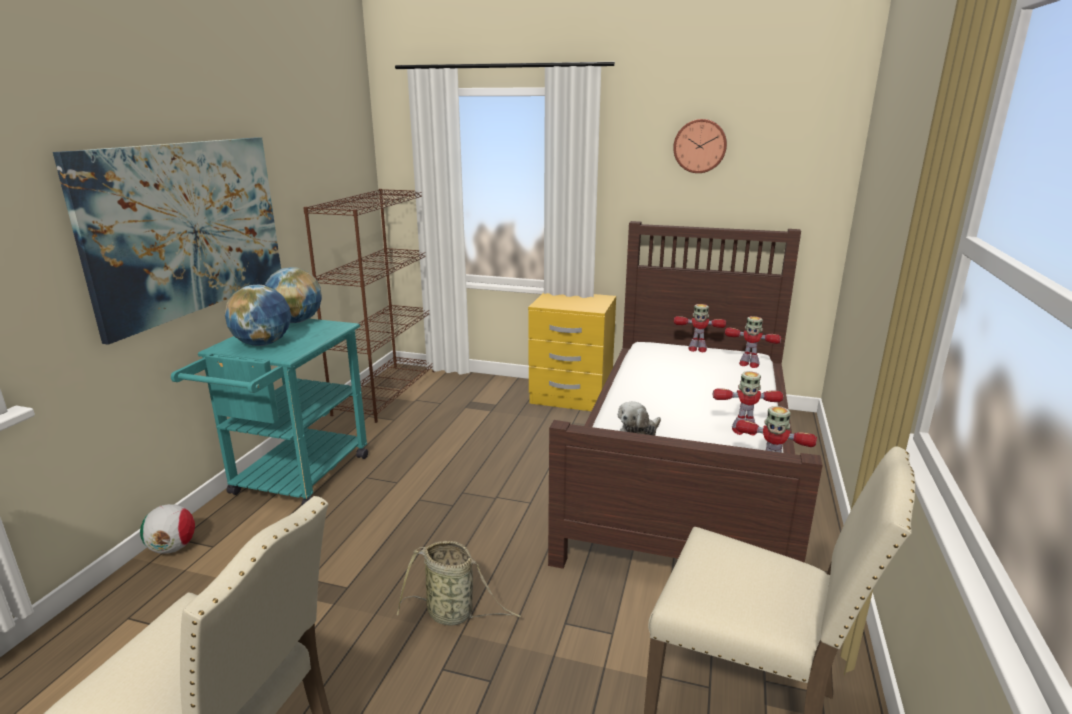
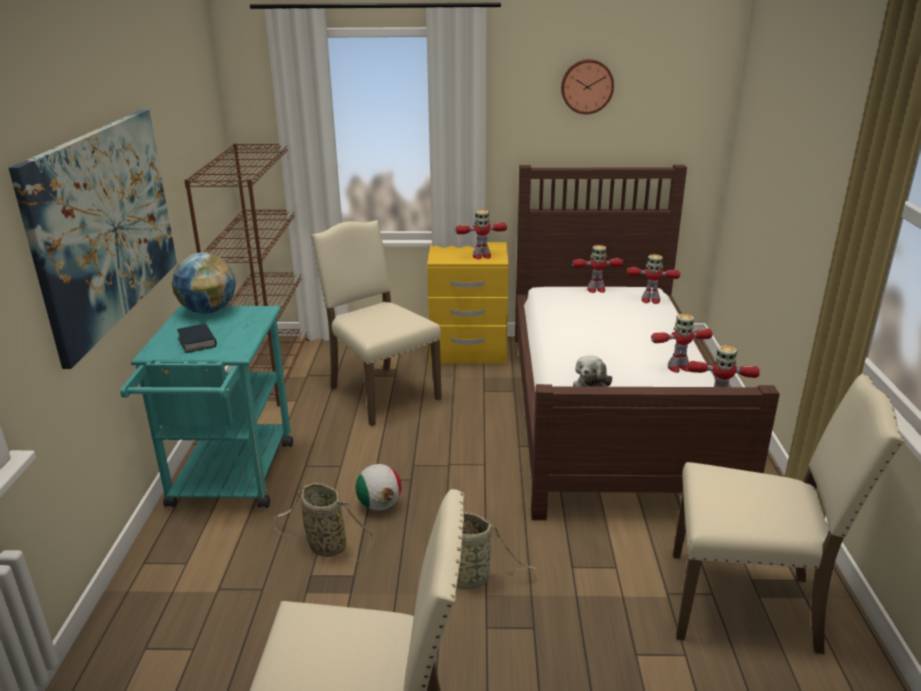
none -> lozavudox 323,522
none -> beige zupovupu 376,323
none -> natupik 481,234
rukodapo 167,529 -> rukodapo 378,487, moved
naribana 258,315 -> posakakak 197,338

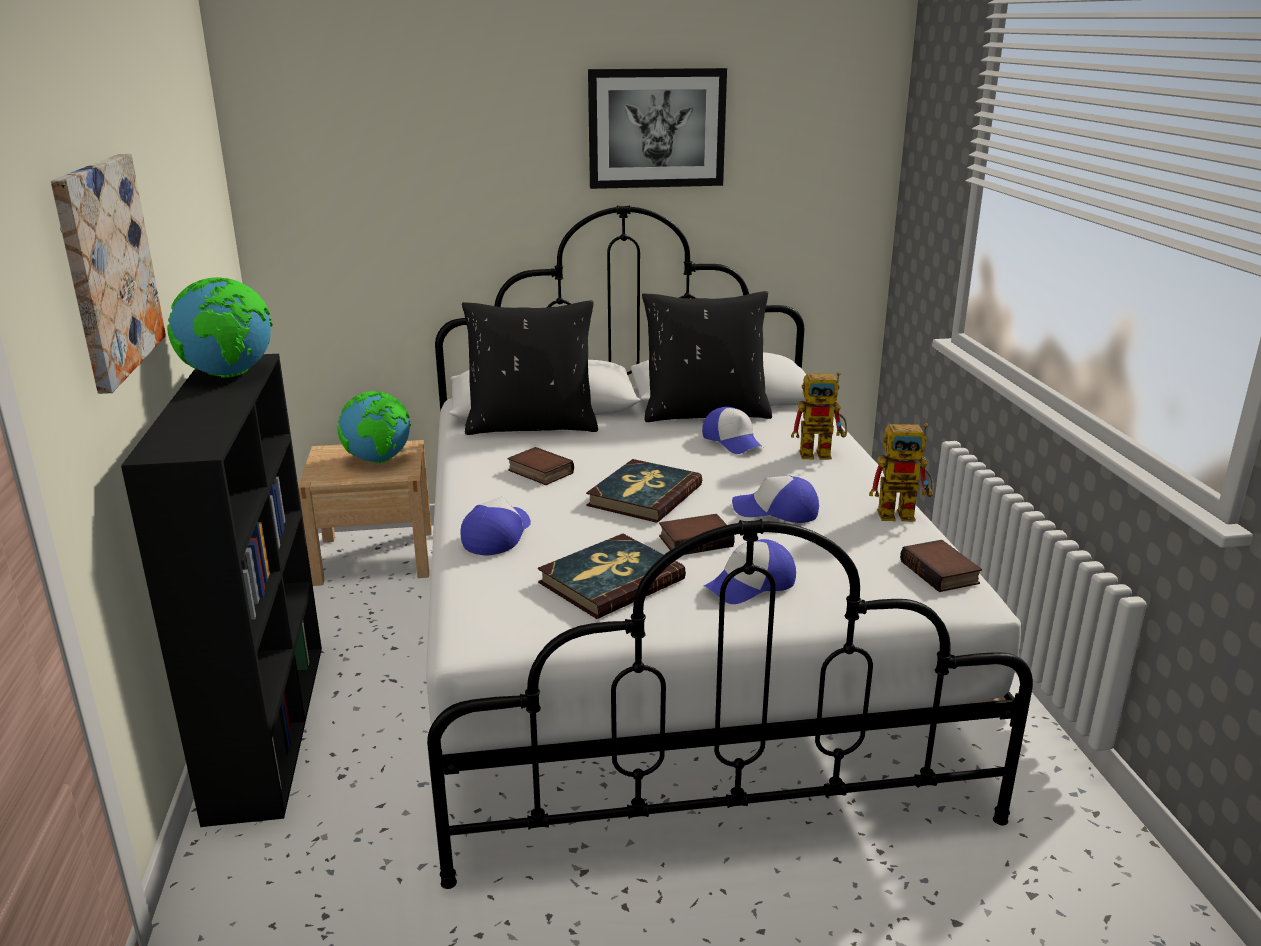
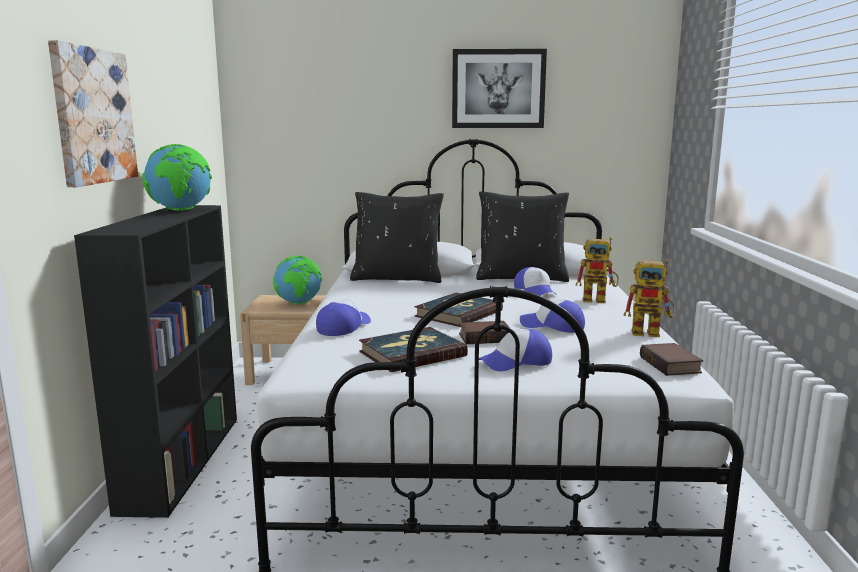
posakakak 541,466 -> none

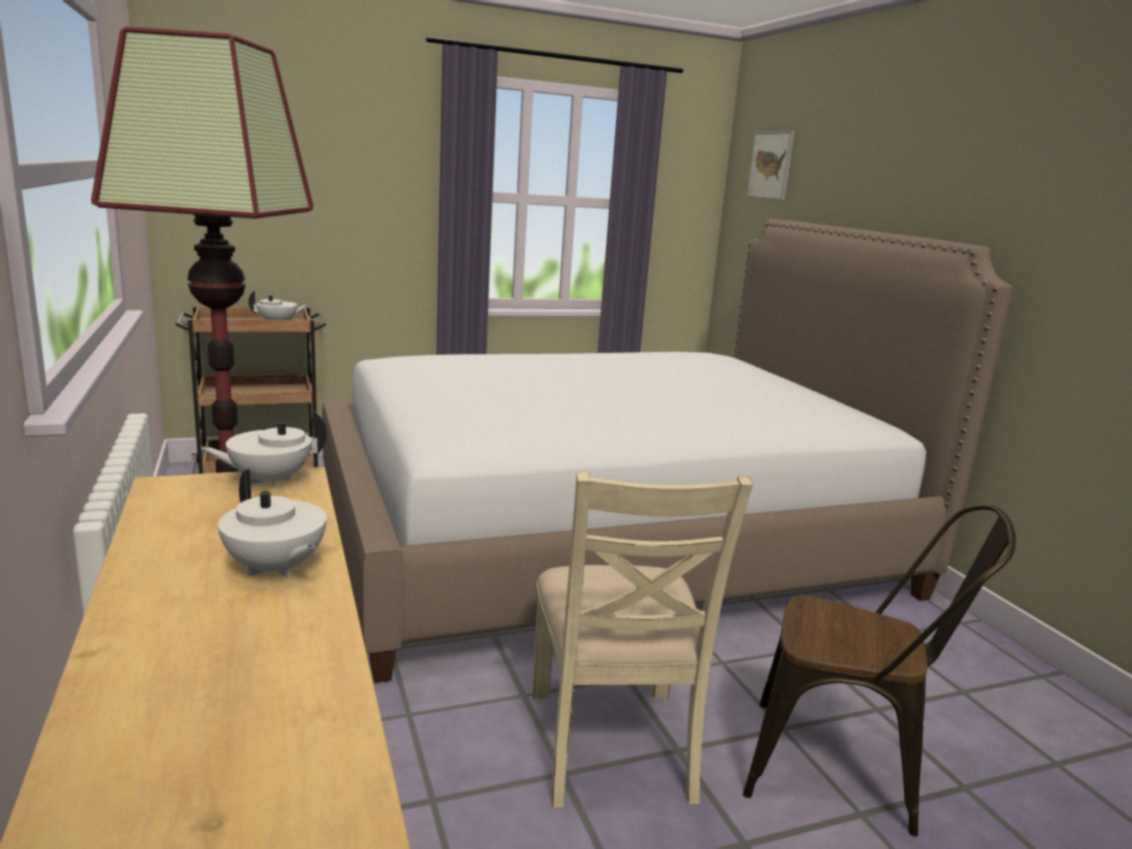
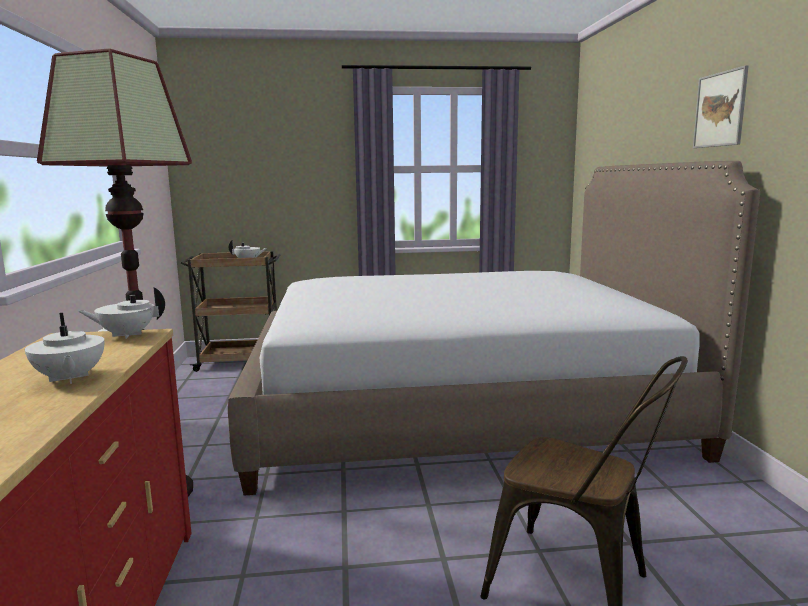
beige zupovupu 642,640 -> none
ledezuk 770,165 -> ledezuk 721,106, moved

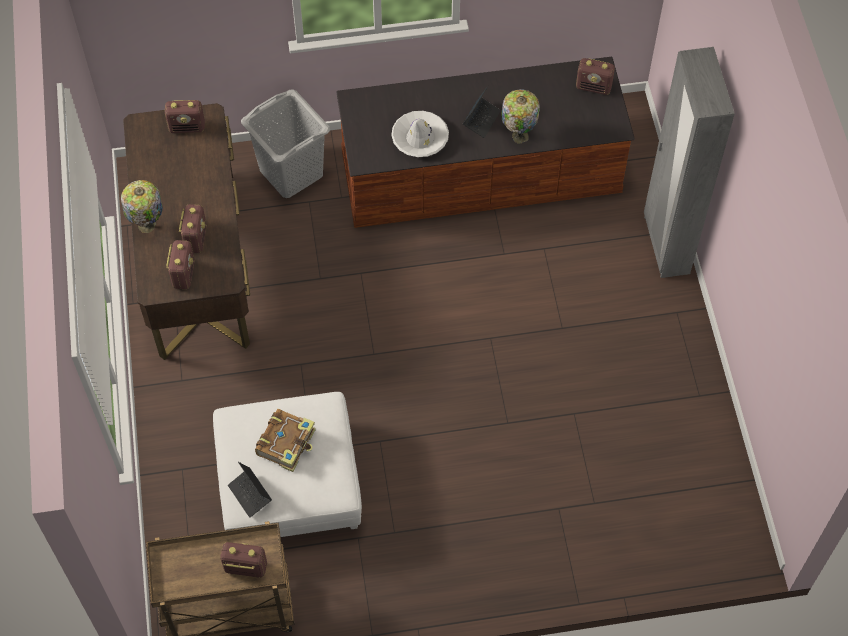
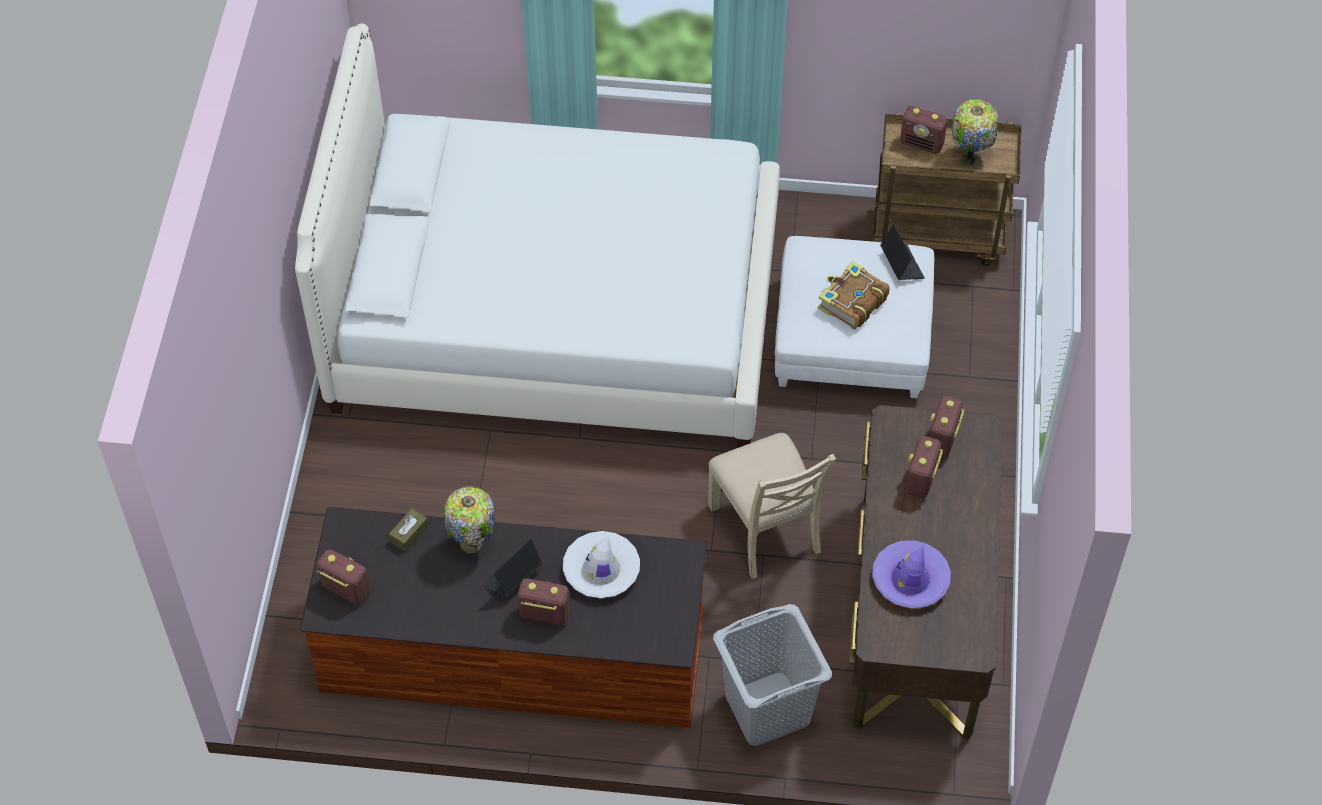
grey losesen 689,162 -> none
none -> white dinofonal 537,235
none -> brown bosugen 408,530
none -> beige zupovupu 772,506
none -> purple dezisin 911,574
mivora 142,206 -> mivora 975,133, moved
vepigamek 185,116 -> vepigamek 544,601, moved

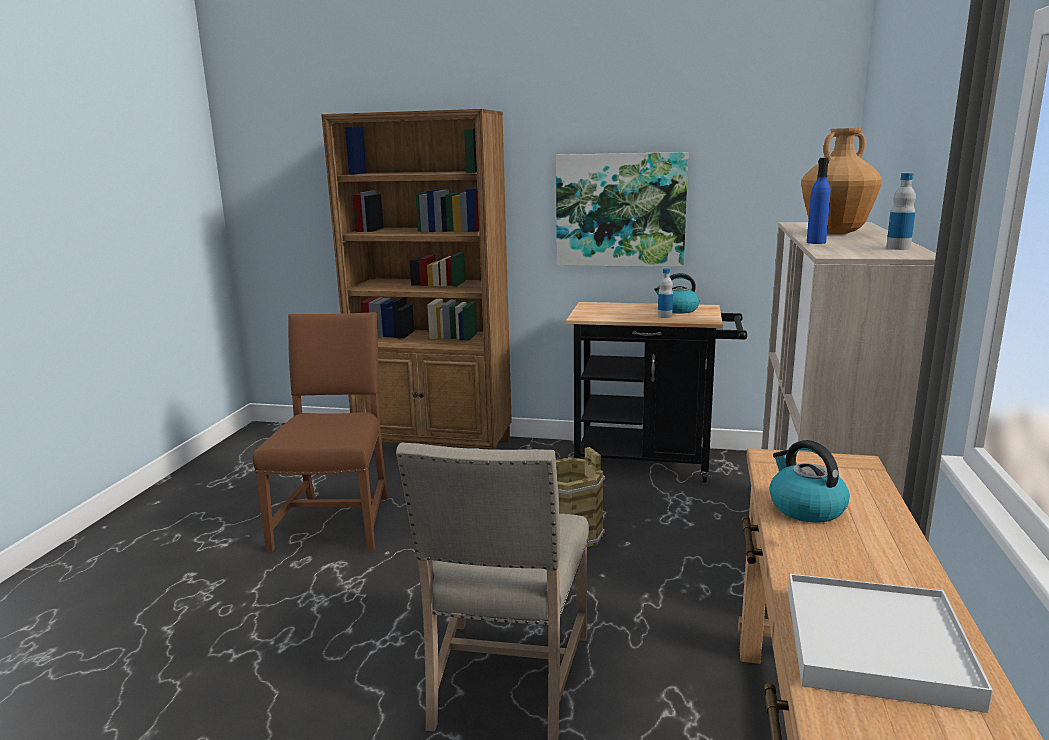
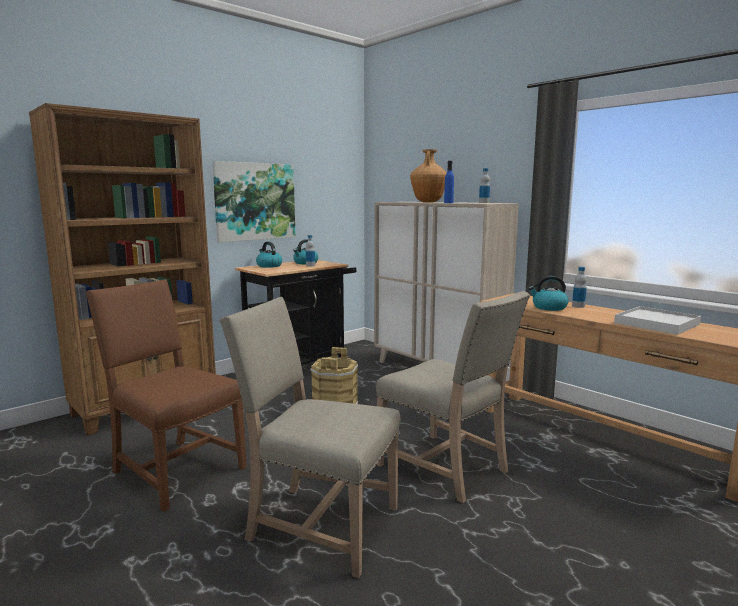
none -> beige zupovupu 310,437
none -> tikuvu 269,255
none -> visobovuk 579,287

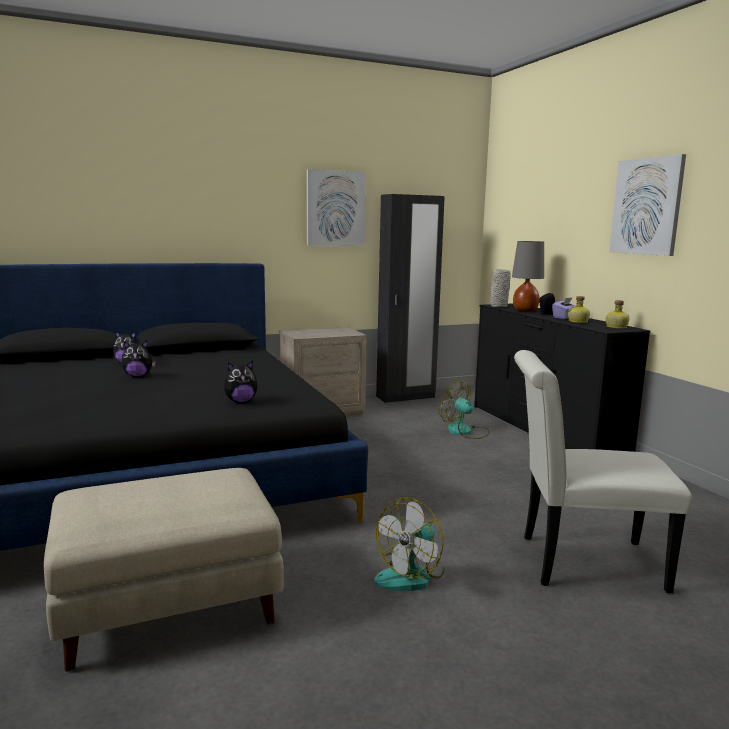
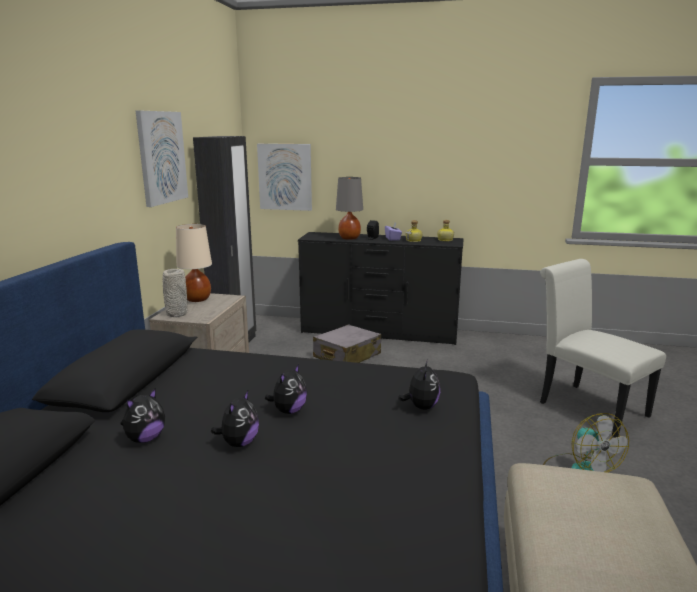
none -> beige mivora 194,263
none -> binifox 286,389
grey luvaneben 501,288 -> grey luvaneben 175,293, moved
ledezuk 647,205 -> ledezuk 284,177, moved
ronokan 464,410 -> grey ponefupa 347,343
white zupovupu 603,471 -> white zupovupu 603,348, 105 degrees clockwise

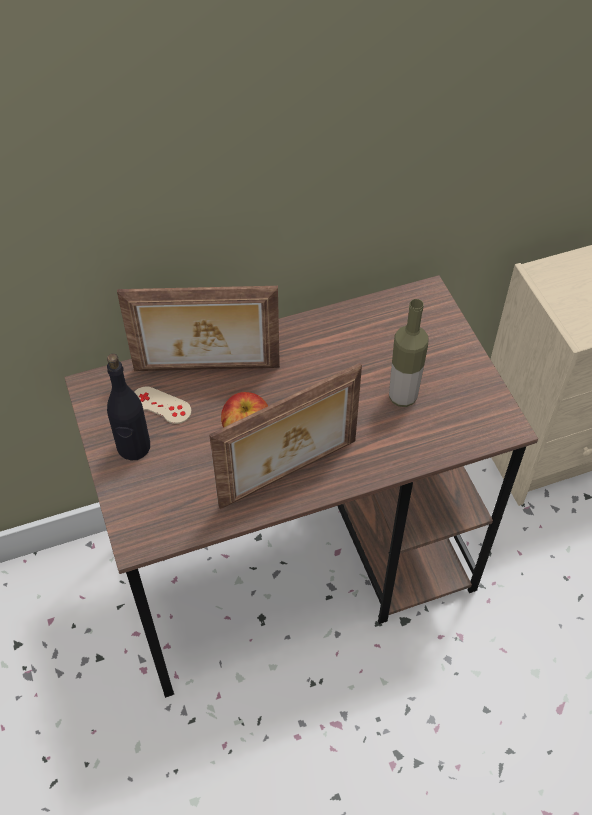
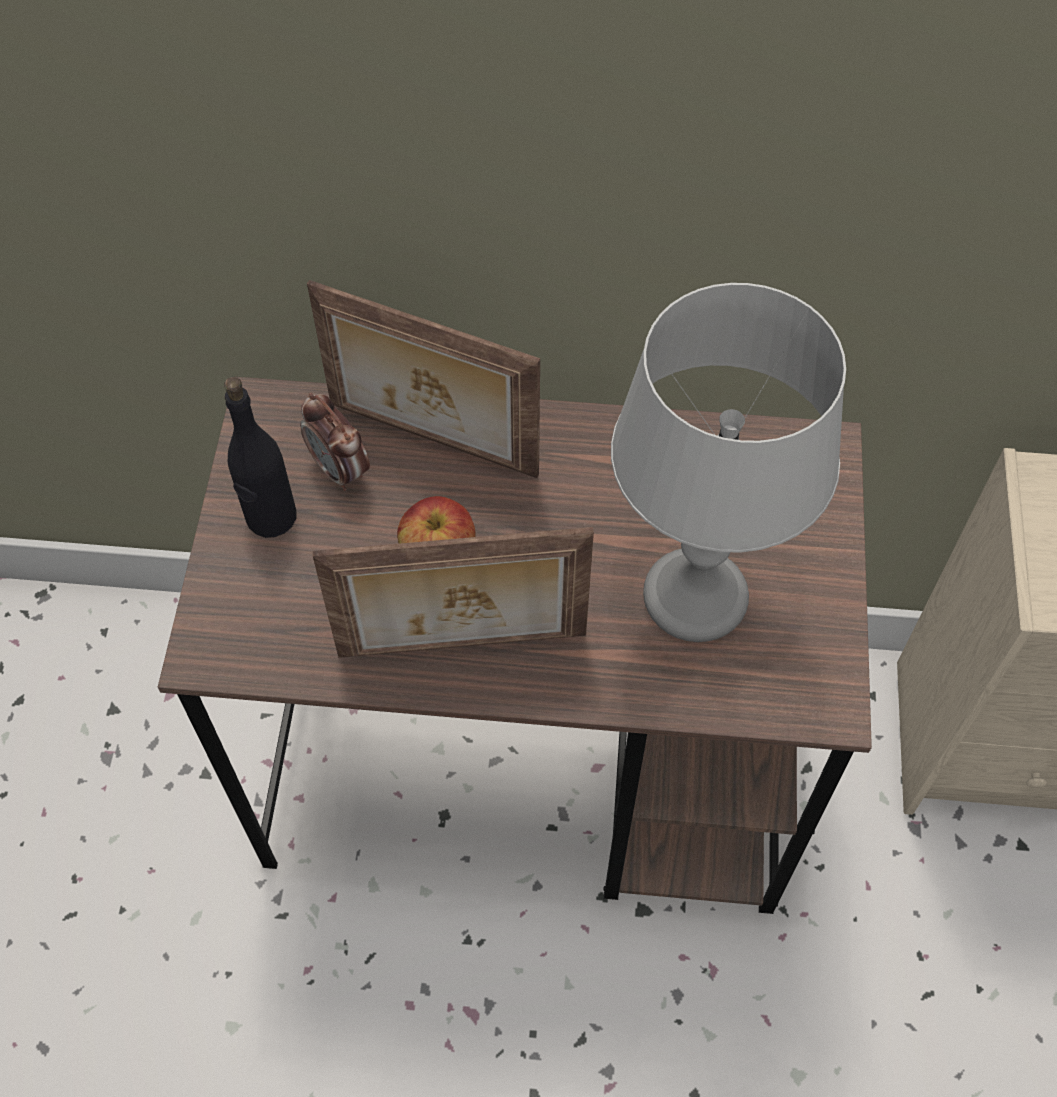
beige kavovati 163,405 -> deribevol 335,442
visobovuk 408,353 -> grey mivora 728,462

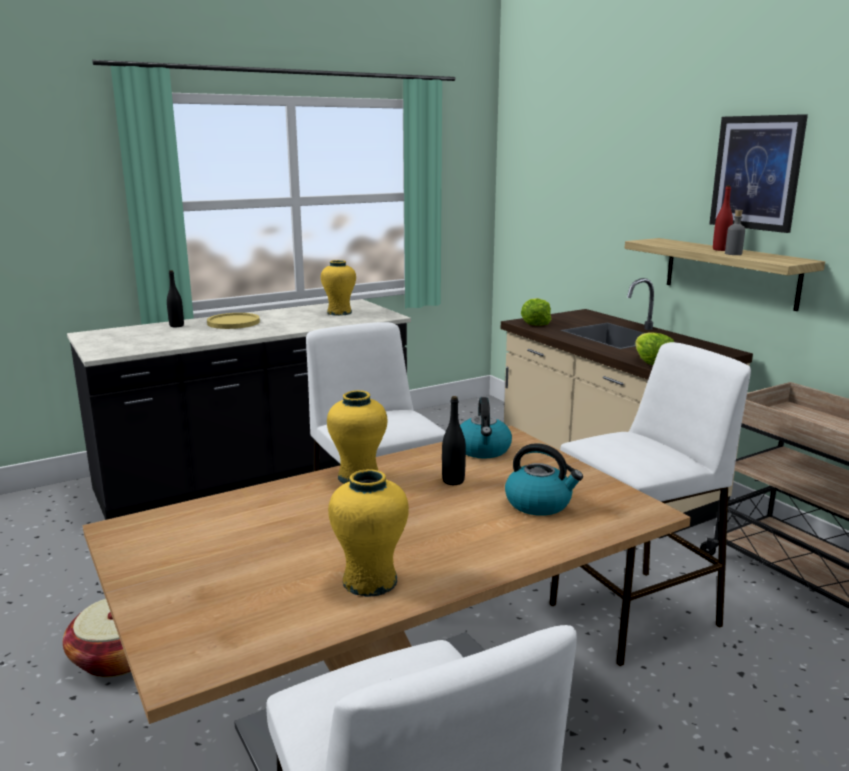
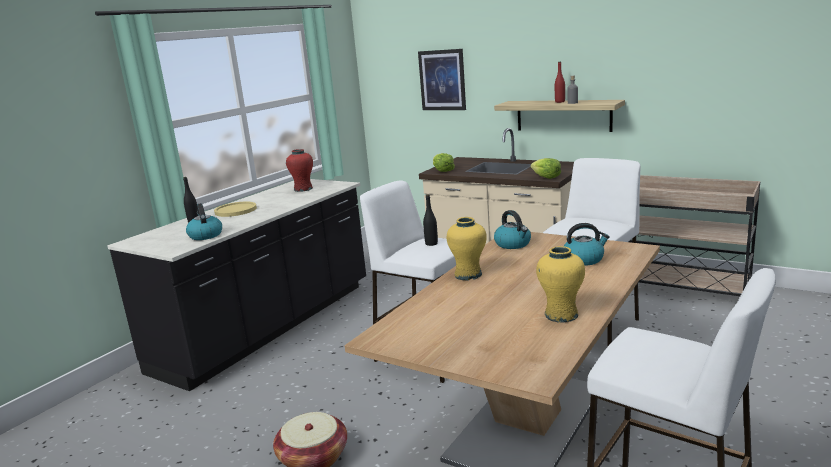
none -> tikuvu 204,221
black visobovuk 454,440 -> black visobovuk 430,220, moved
ledezuk 758,173 -> ledezuk 442,79, moved
yellow luvaneben 338,288 -> red luvaneben 299,170

